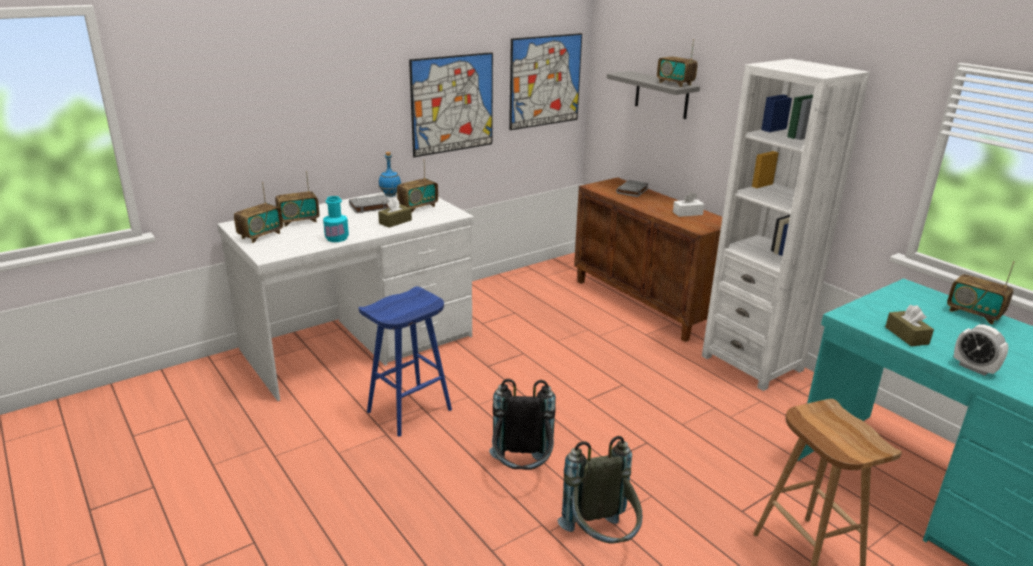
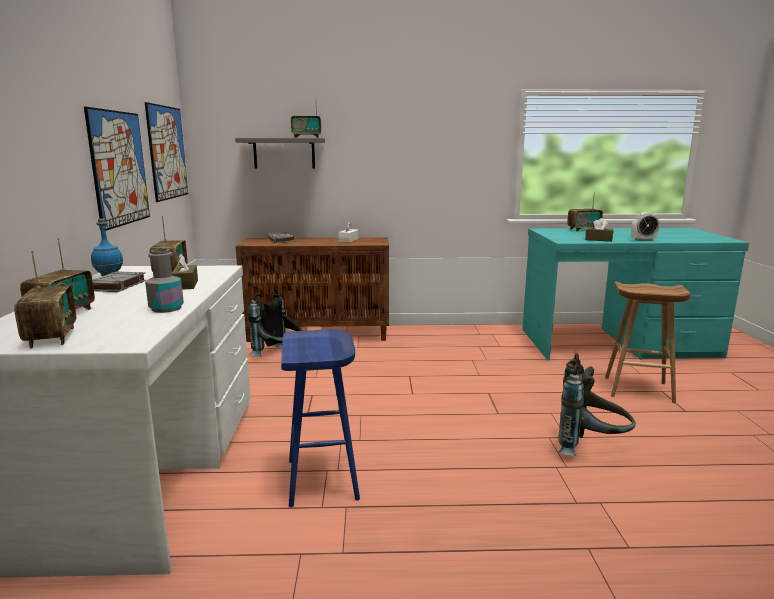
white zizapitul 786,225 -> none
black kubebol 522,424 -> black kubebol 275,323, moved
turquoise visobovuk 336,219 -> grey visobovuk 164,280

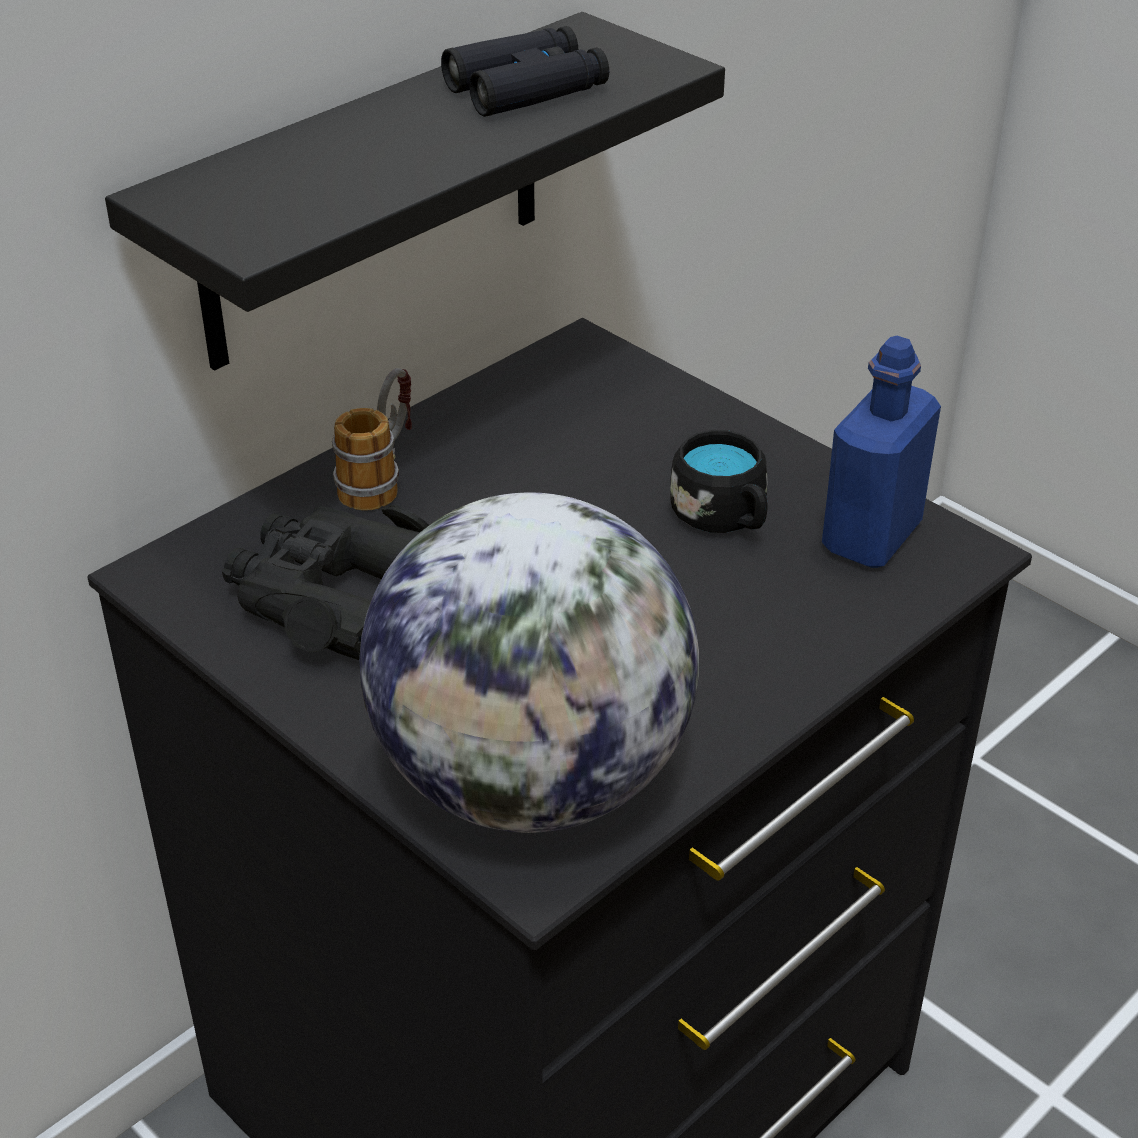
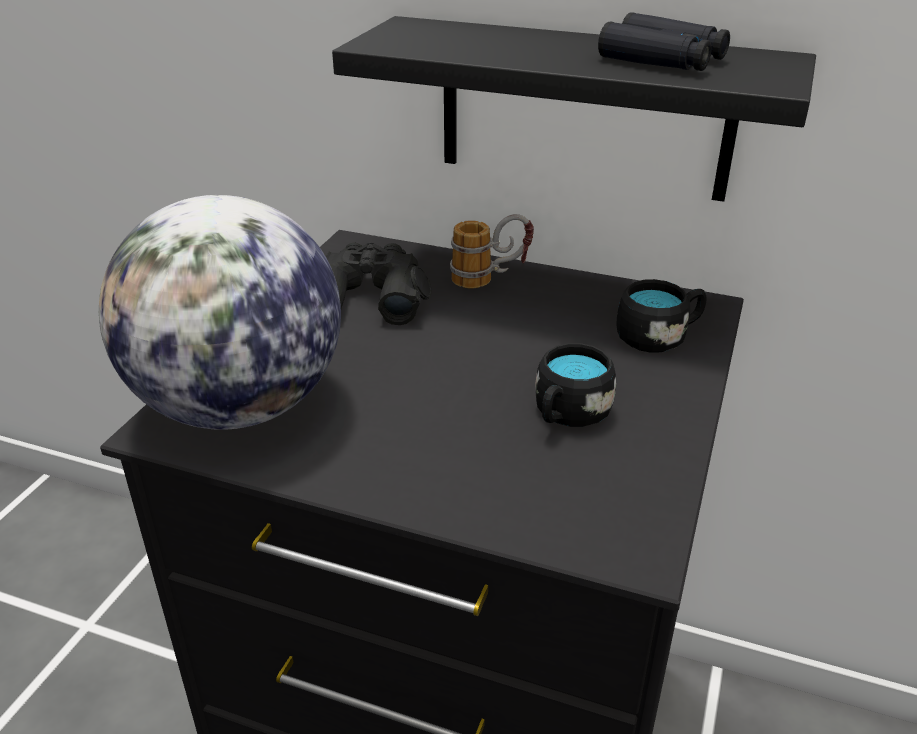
blue visobovuk 881,452 -> none
none -> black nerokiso 661,316

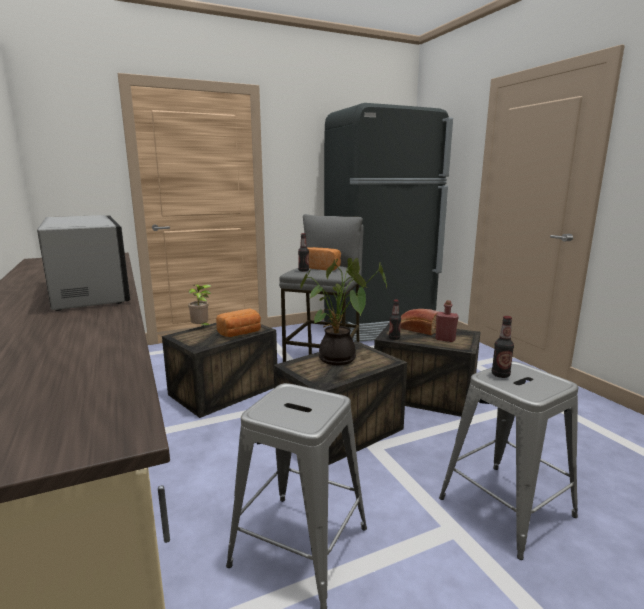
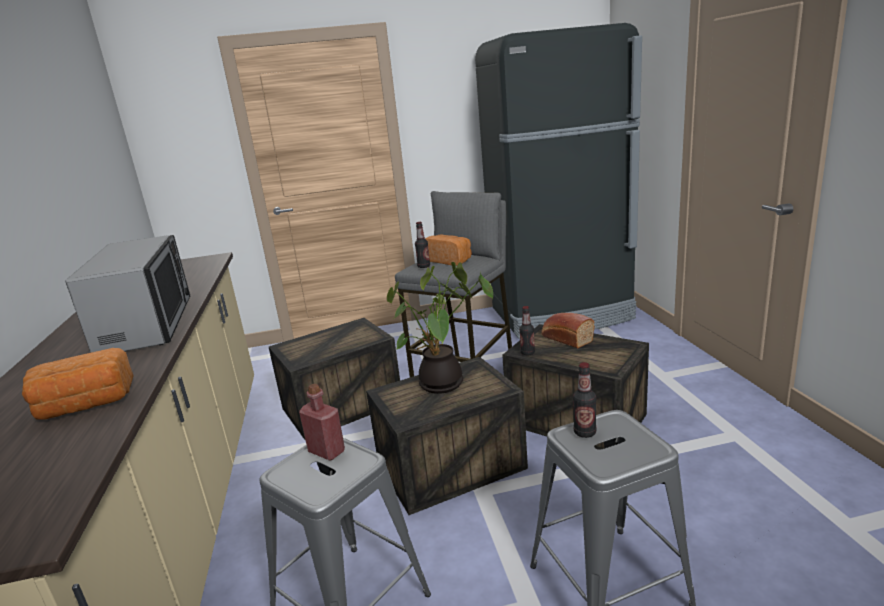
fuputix 200,305 -> none
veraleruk 238,322 -> veraleruk 78,384, moved
red visobovuk 447,321 -> red visobovuk 322,422, moved

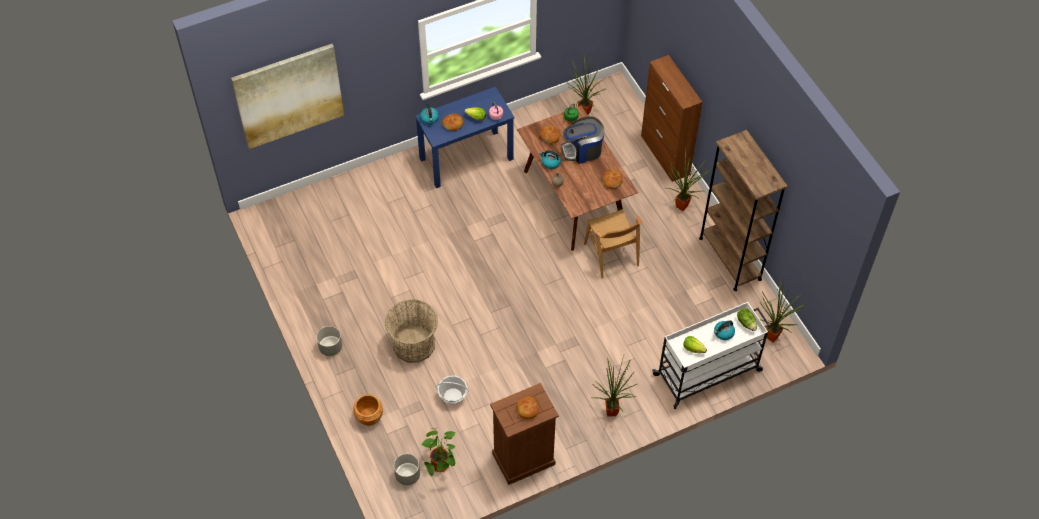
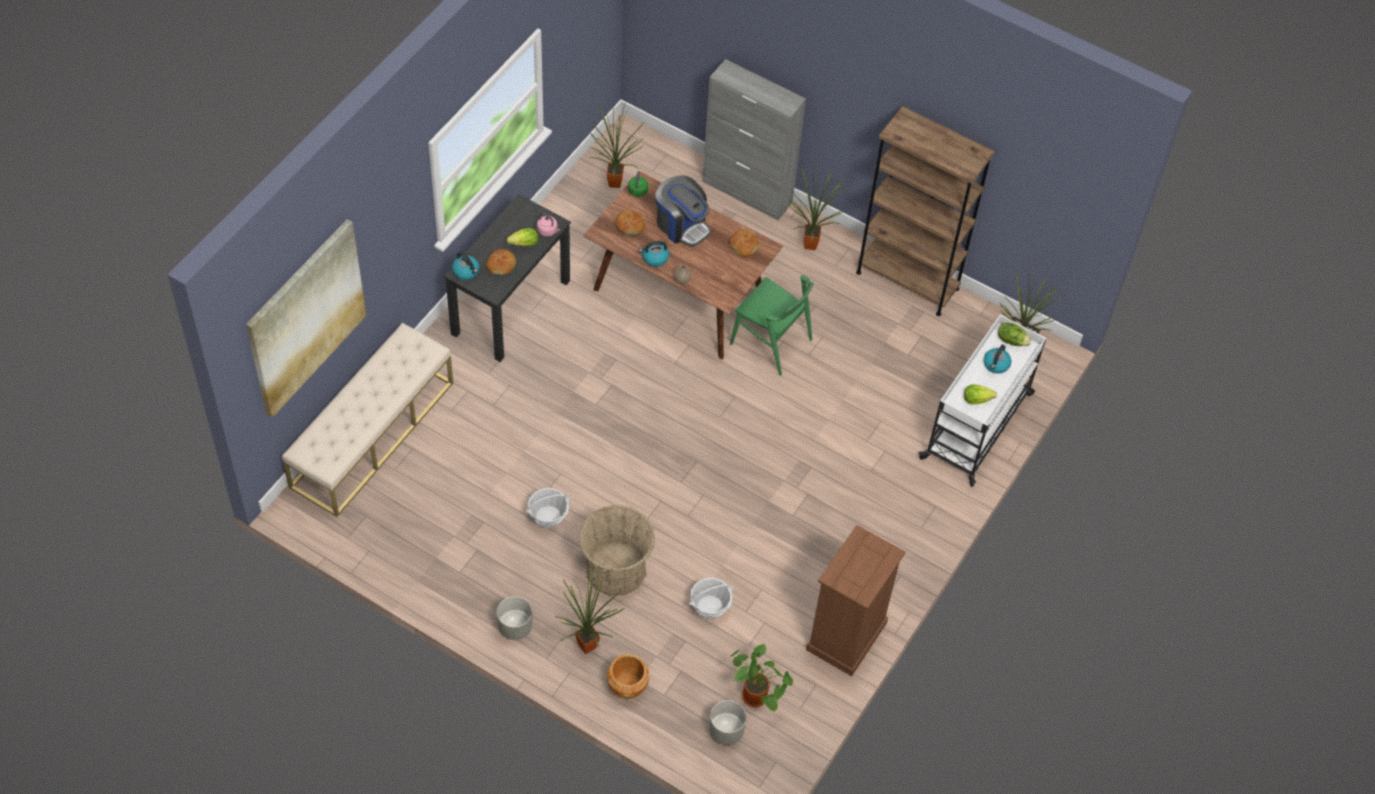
veraleruk 527,407 -> none
none -> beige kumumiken 367,420
none -> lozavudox 548,508
fuputix 614,386 -> fuputix 590,610, moved
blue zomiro 465,137 -> black zomiro 507,278
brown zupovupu 612,243 -> green zupovupu 772,325
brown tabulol 671,118 -> grey tabulol 754,139
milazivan 582,140 -> milazivan 683,211, 90 degrees counterclockwise

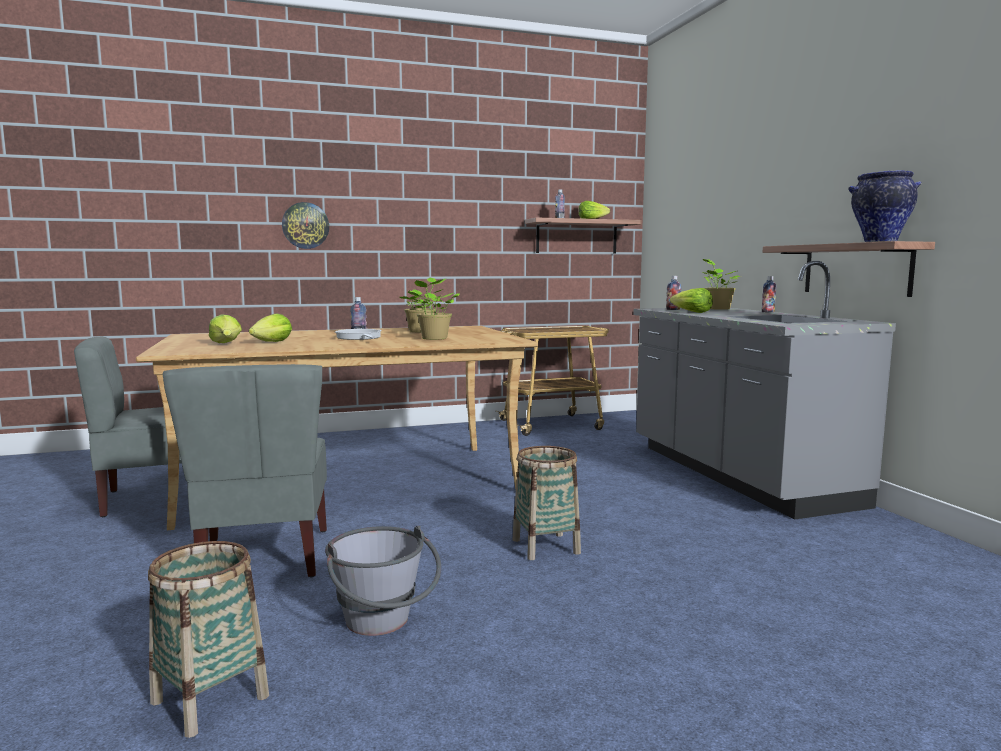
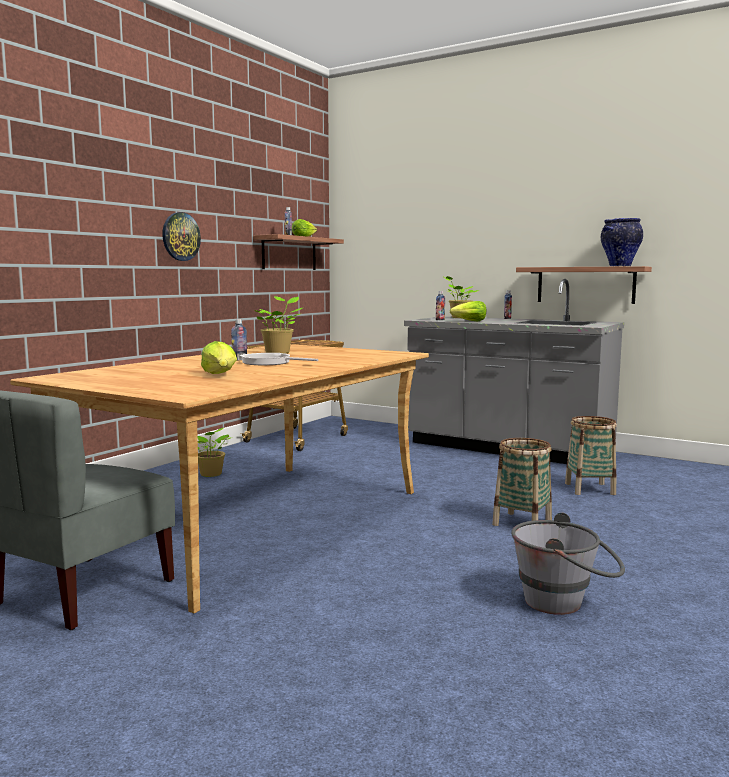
grey zupovupu 245,470 -> none
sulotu 225,328 -> none
lozavudox 208,639 -> lozavudox 591,455, moved
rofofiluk 305,225 -> rofofiluk 181,236, moved
fuputix 434,310 -> fuputix 214,452, moved

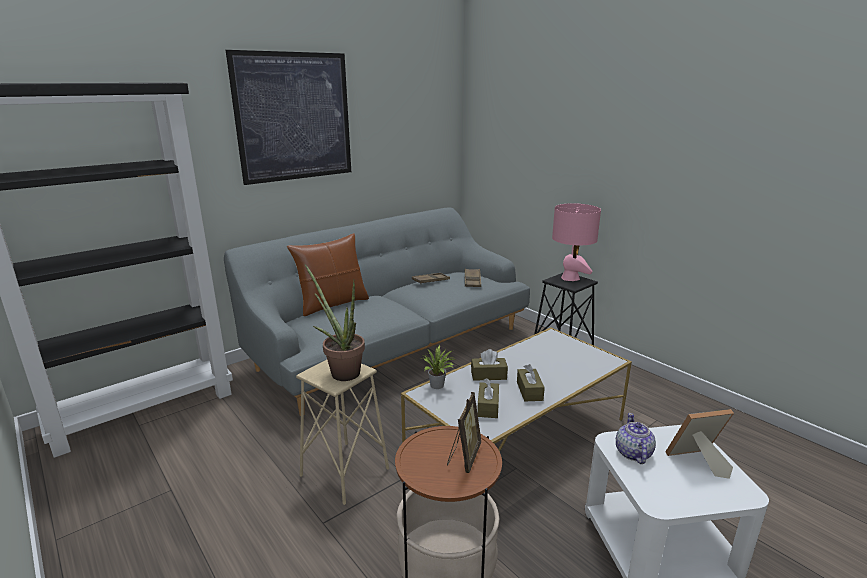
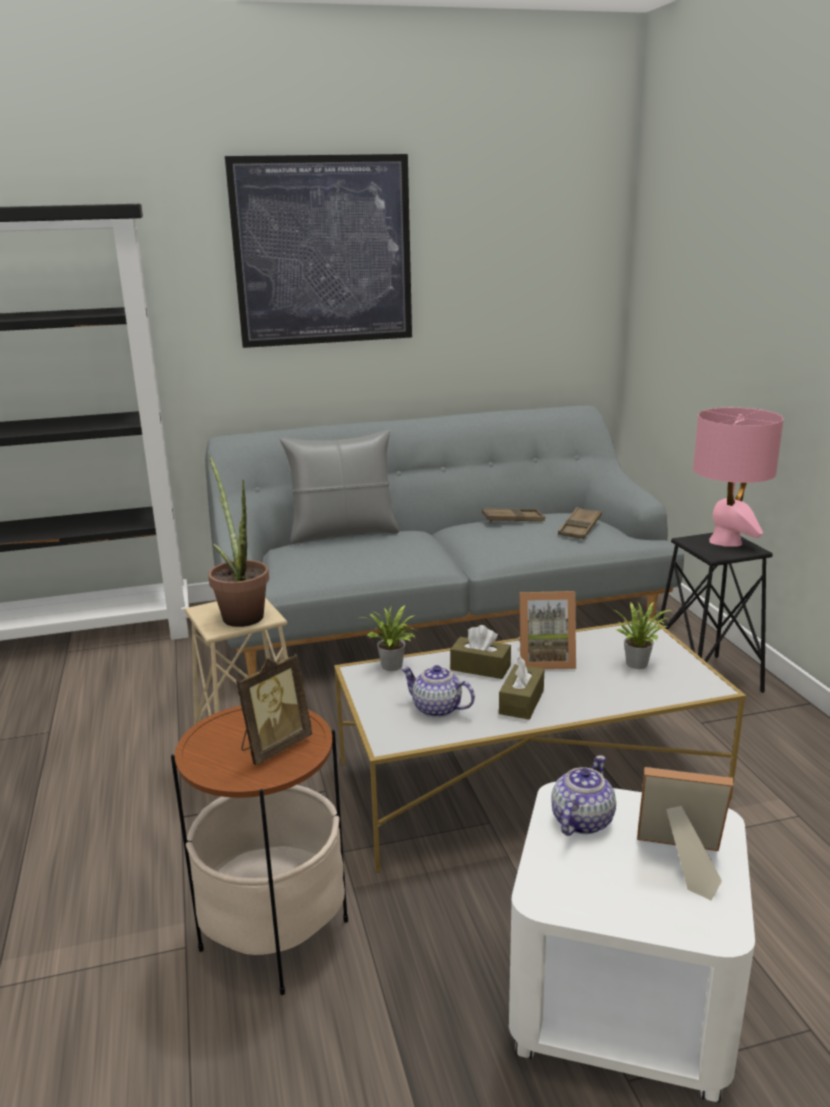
none -> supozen 547,630
none -> fuputix 643,635
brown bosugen 488,398 -> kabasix 438,691
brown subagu 328,274 -> grey subagu 339,487

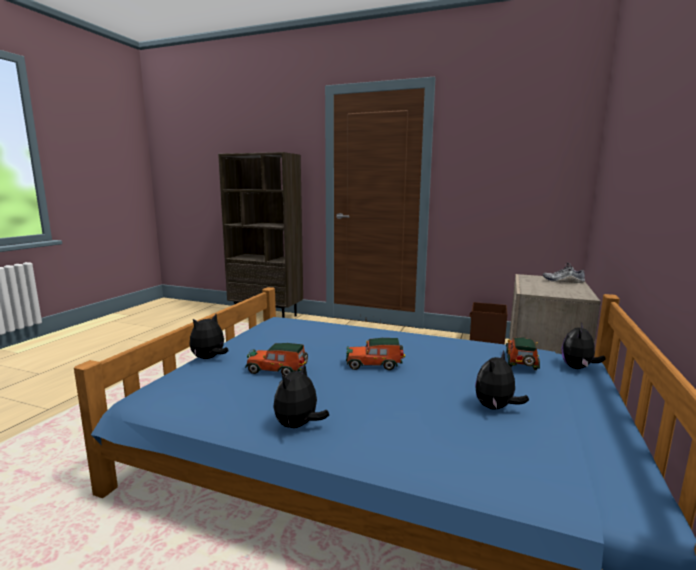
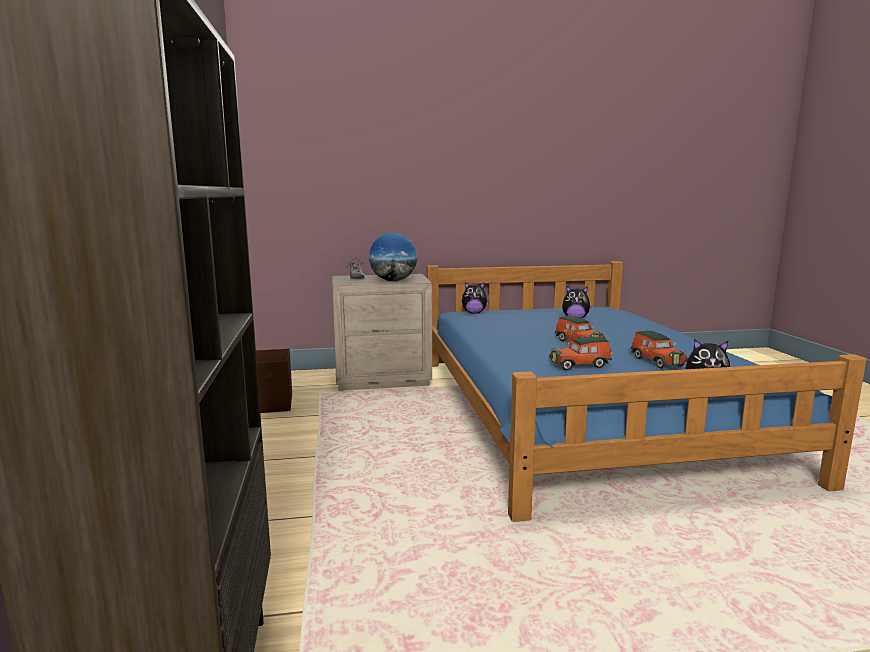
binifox 301,395 -> none
none -> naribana 393,257
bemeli 523,353 -> bemeli 581,353, moved

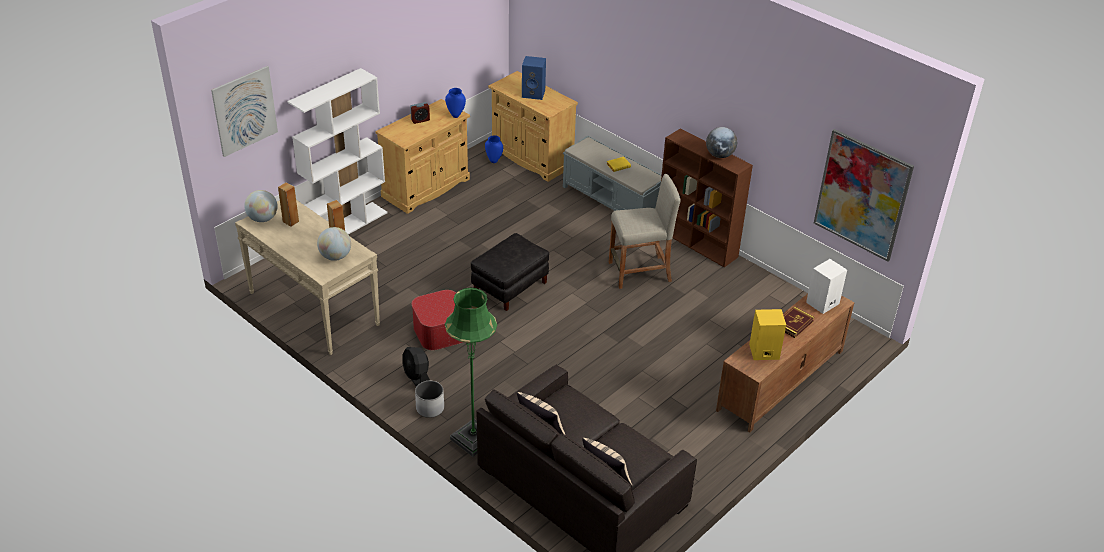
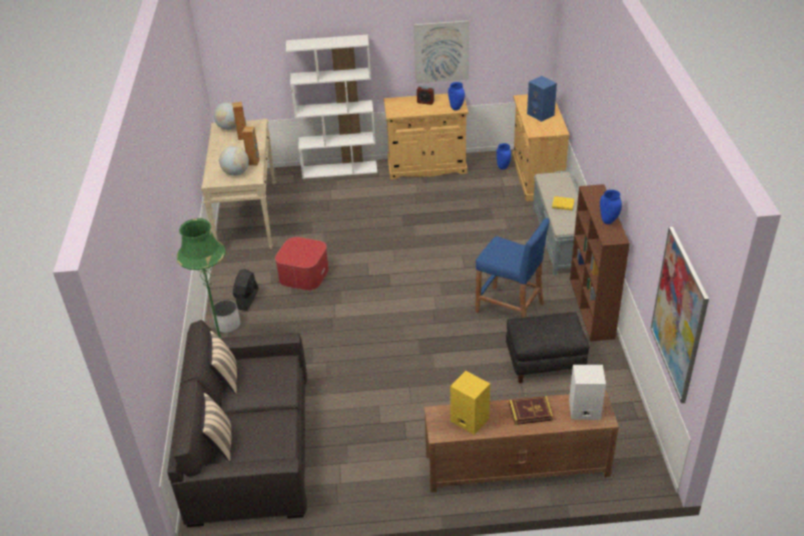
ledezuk 244,111 -> ledezuk 441,51, moved
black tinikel 510,272 -> black tinikel 547,347, moved
naribana 721,142 -> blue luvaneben 611,207
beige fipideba 645,231 -> blue fipideba 512,267

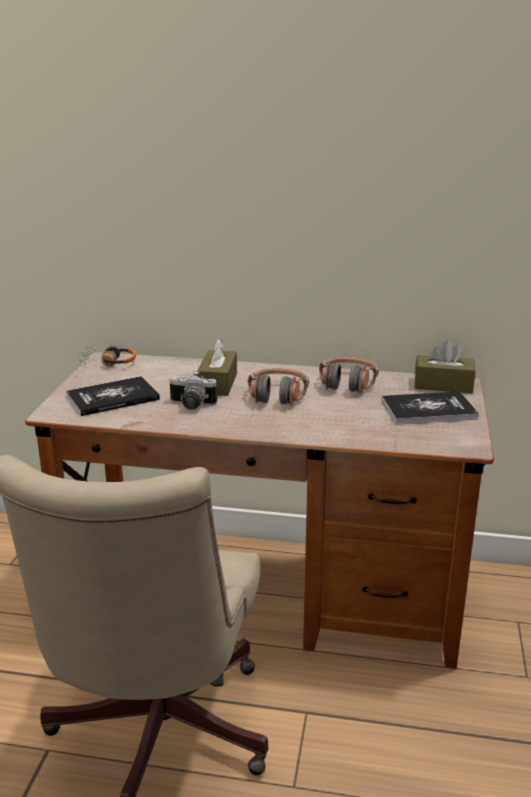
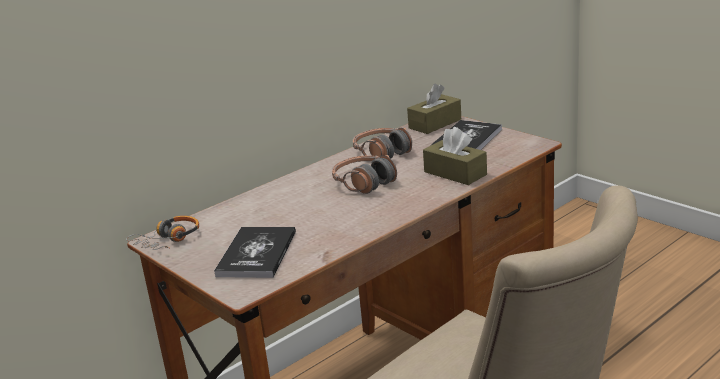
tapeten 193,390 -> none
brown bosugen 217,367 -> brown bosugen 455,156, moved

